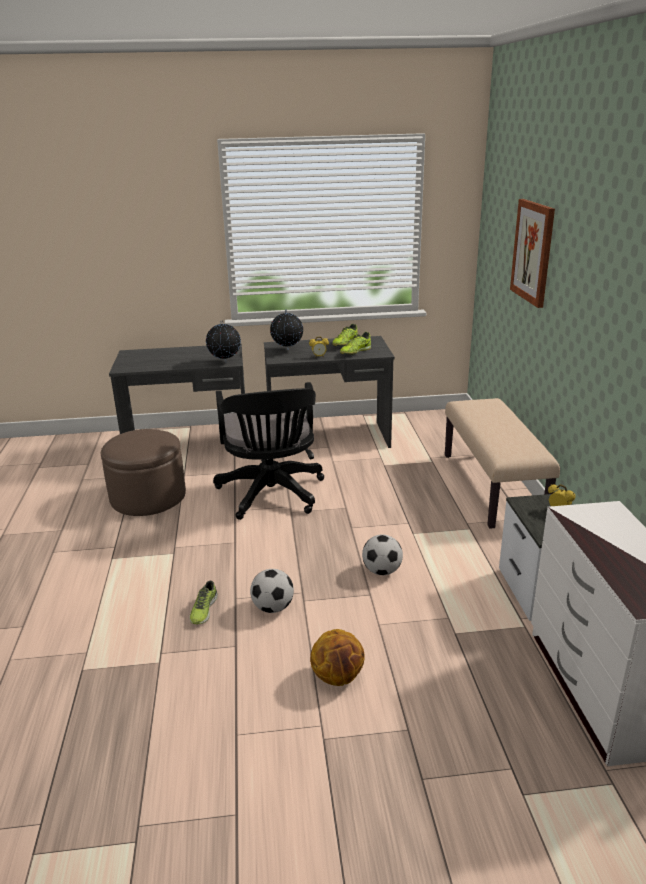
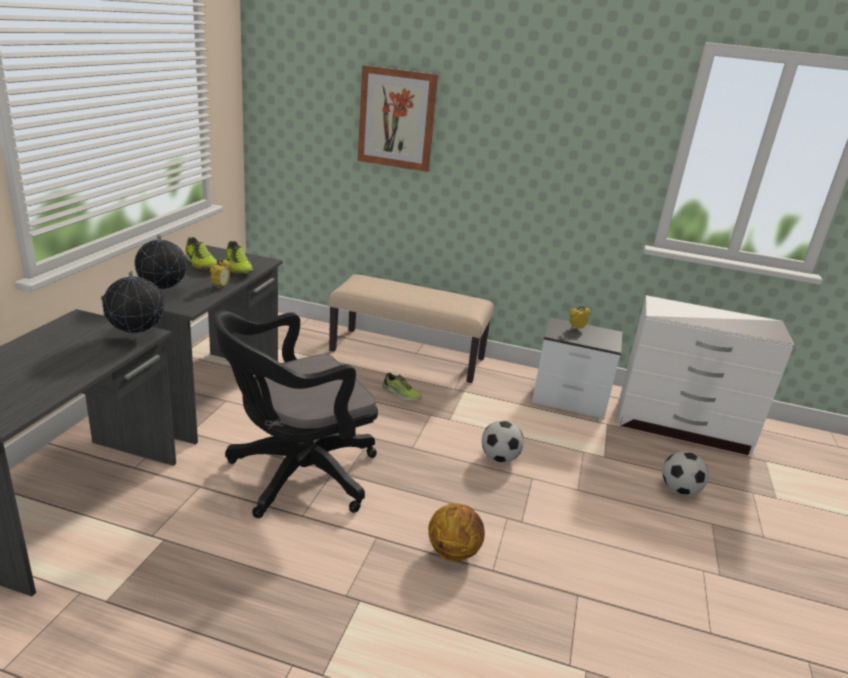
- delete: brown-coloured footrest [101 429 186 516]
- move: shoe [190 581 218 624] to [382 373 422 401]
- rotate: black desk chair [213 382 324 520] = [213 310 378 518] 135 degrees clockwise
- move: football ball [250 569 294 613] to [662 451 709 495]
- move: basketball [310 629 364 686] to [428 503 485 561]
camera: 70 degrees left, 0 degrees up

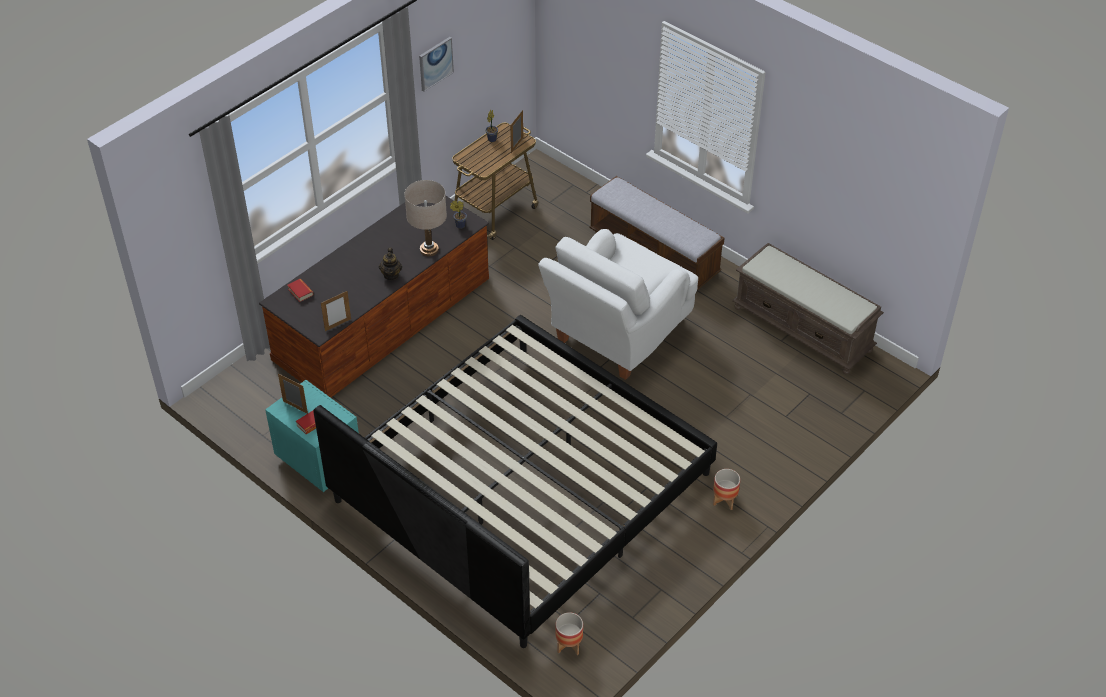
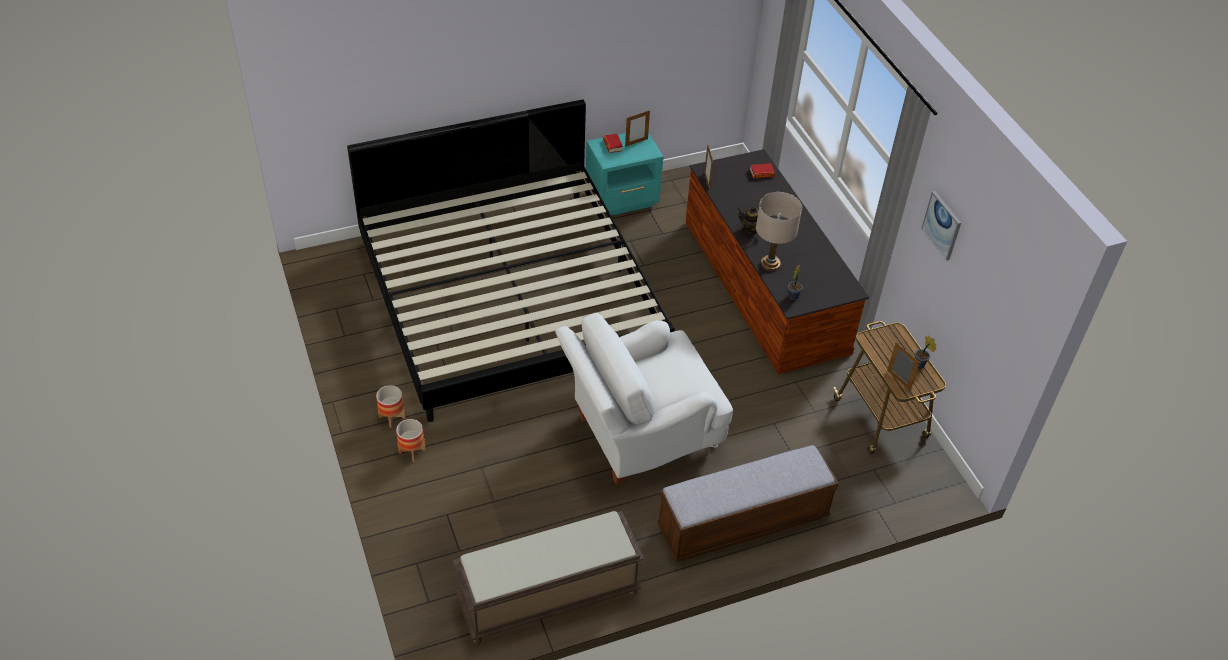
- rotate: whitish lounge chair [538 229 698 380] = [555 313 733 485] 90 degrees counterclockwise
- move: planter [555 612 583 655] to [396 419 426 462]
camera: 115 degrees right, 0 degrees up

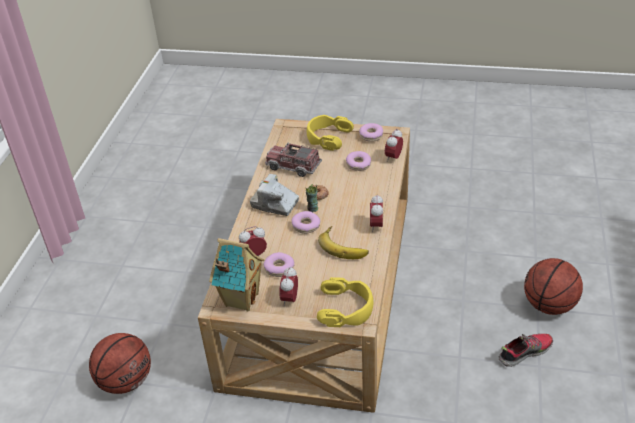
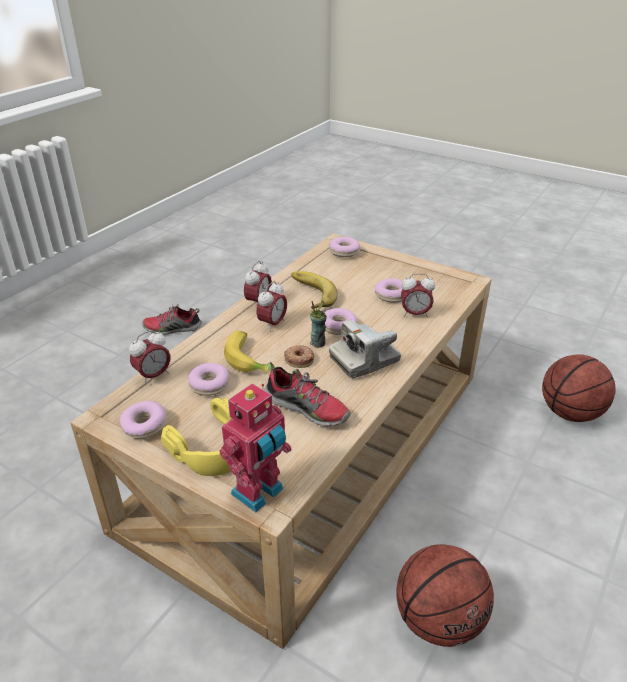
- delete: toy house [209 238 264 312]
- rotate: photo camera [250 174 299 216] = [329 320 401 378] 105 degrees clockwise
- replace: model truck [265 143 322 177] to shoe [264 362 351 426]
- move: bedside clock [279 266 298 305] to [256 281 287 332]
- replace: yellow-coloured headphones [317 277 373 327] to ring doughnut [329 237 360 257]
- move: basketball [524 258 583 315] to [396 544 494 647]
- insert: toy robot [219 384 292 512]
- insert: whole banana [224 331 267 373]
camera: 160 degrees left, 5 degrees down

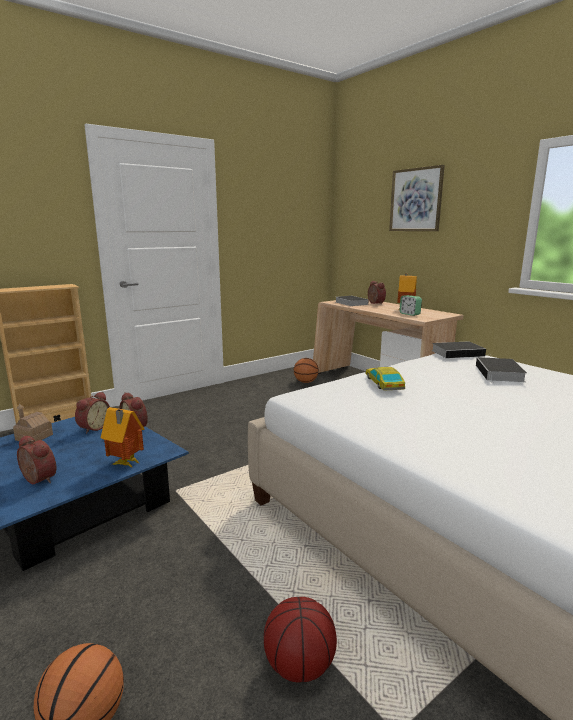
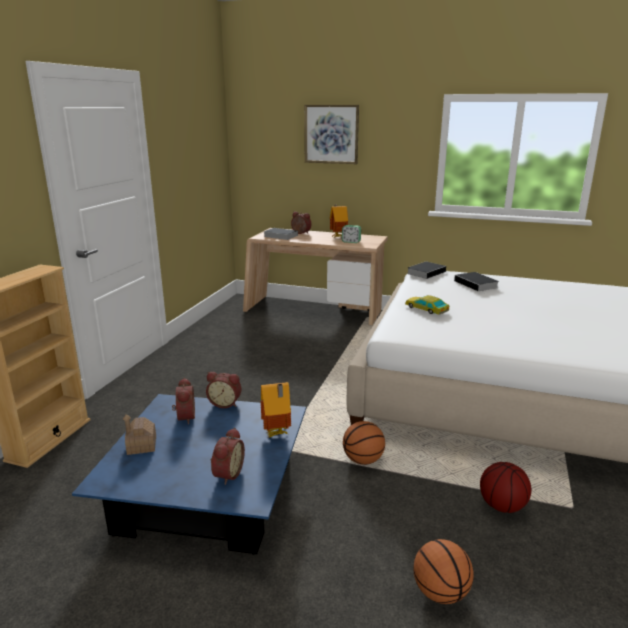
- rotate: bedside clock [17 435 57 484] = [211 428 245 485] 105 degrees clockwise
- move: basketball [294 358 319 383] to [343 421 385 465]
camera: 35 degrees left, 5 degrees up

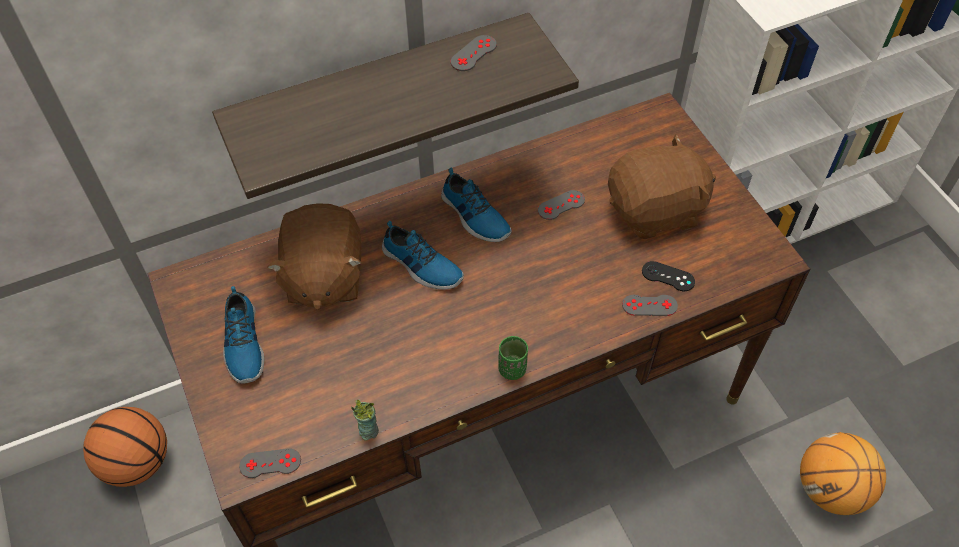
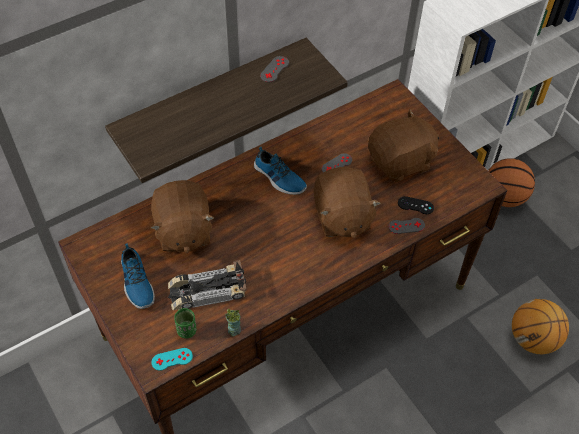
- move: basketball [83 407 167 487] to [488 158 535 207]
- recolor: gray game controller [239 448 301 478] to turquoise game controller [152 348 193 371]
- delete: shoe [382 221 464 289]
- move: green-coloured cup [498 336 528 380] to [174 308 196 339]
- insert: miniature car [168 260 246 310]
- insert: brown-coloured soft toy [313 167 381 238]
camera: 10 degrees left, 0 degrees up

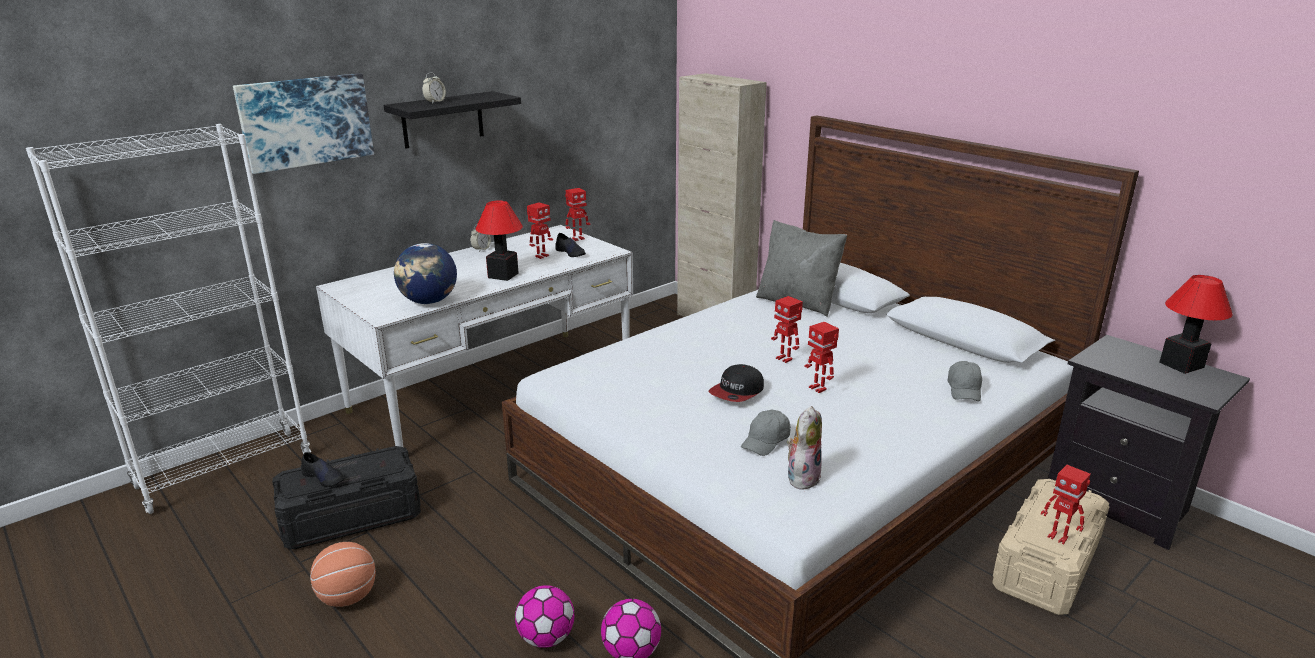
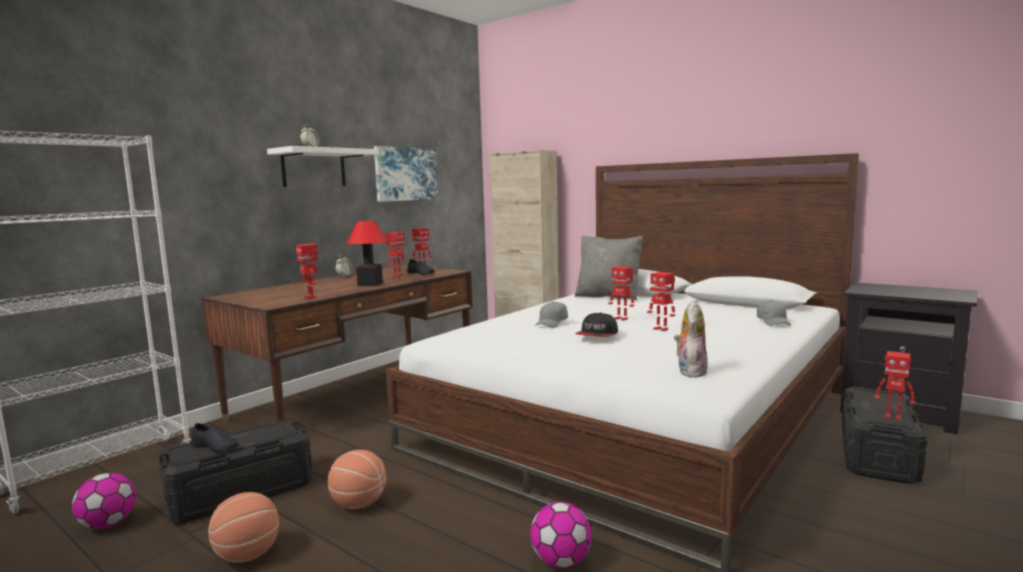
- move: picture [233 73 374 174] to [374 146 438 202]
- recolor: whitish desk unit [316 225 633 447] to brown-coloured desk unit [201 265 473 422]
- recolor: black shelf [384 91 521 149] to whitish shelf [267 146 379 187]
- replace: globe [394 243 457 304] to toy robot [296 244 318 299]
- move: football ball [515 585 575 648] to [72 473 136 529]
- move: gray peaked cap [741 410 791 456] to [535 301 568 328]
- recolor: beige storage container [992 479 1109 615] to black storage container [842 387 927 484]
- delete: lamp for a table [1159 275 1233 374]
- insert: basketball [328 450 386 509]
camera: 10 degrees left, 15 degrees down

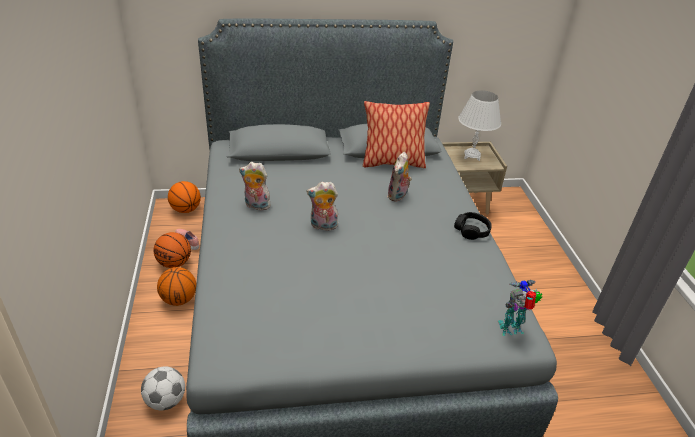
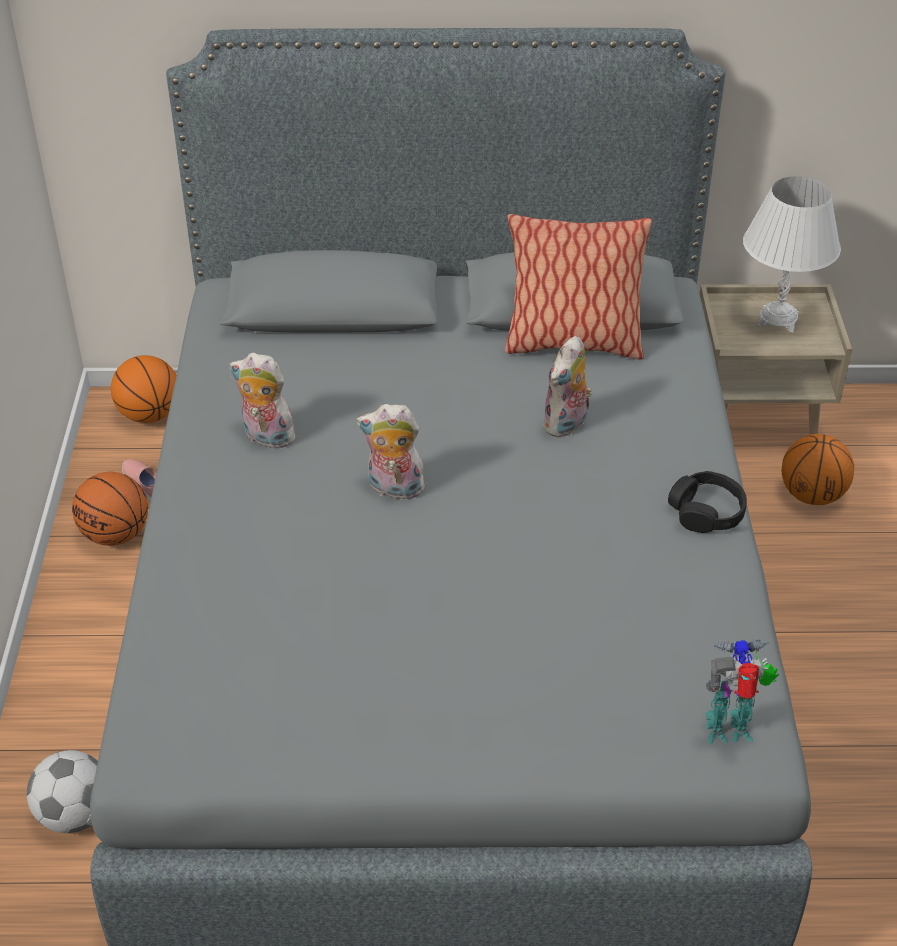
- move: basketball [157 267 196 306] to [781 434 854 505]
camera: 10 degrees right, 5 degrees up

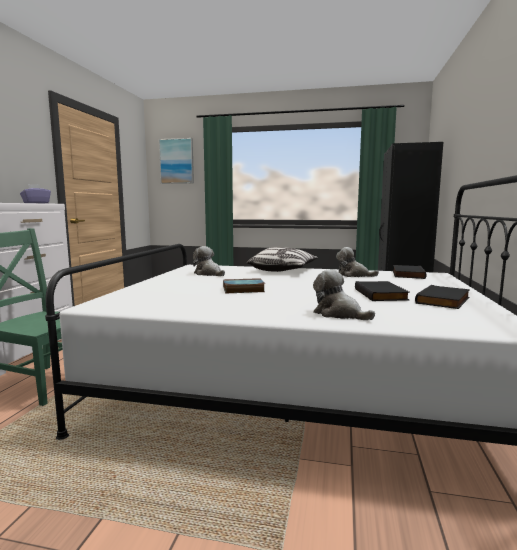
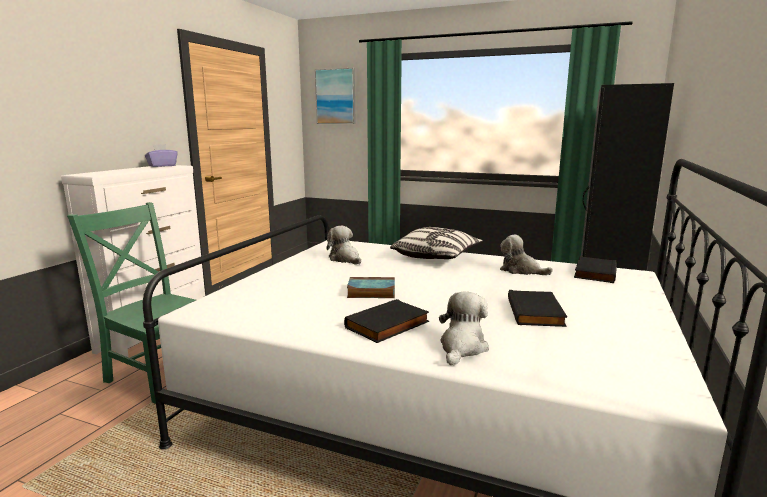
- rotate: soft toy [313 269 375 320] = [439 291 489 366] 60 degrees clockwise
- move: black book [415 285 470 309] to [344 299 429 343]
camera: 10 degrees right, 5 degrees up

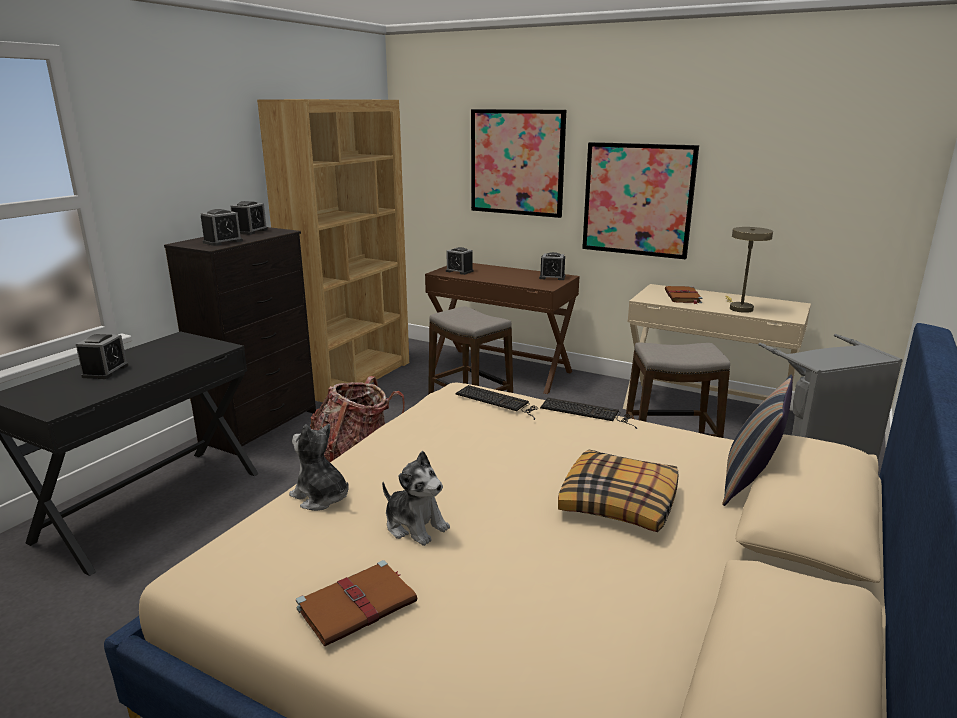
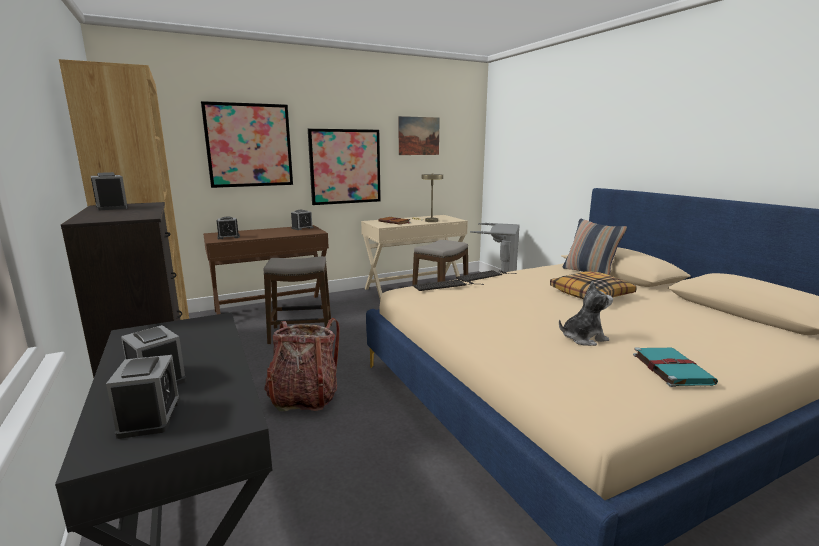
- move: bedside clock [201 209 243 246] to [106 355 180 439]
- delete: soft toy [289 424 349 511]
- recolor: brown-coloured book [296 560 417 646] to turquoise book [633 347 718 387]
- insert: picture [398 116 440 155]
camera: 55 degrees left, 5 degrees down

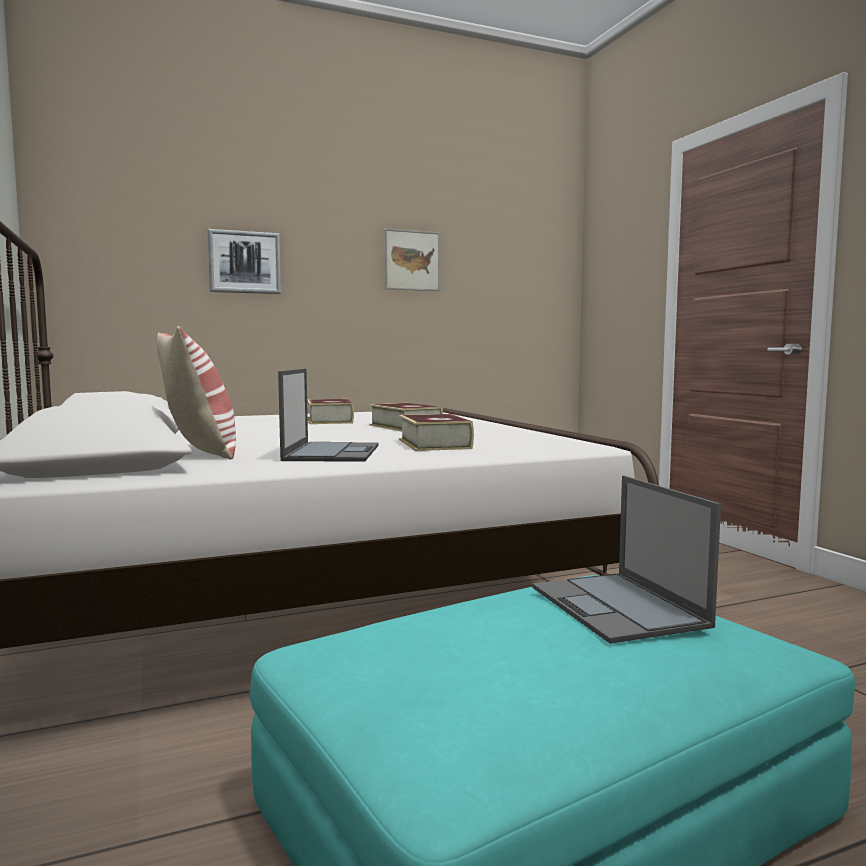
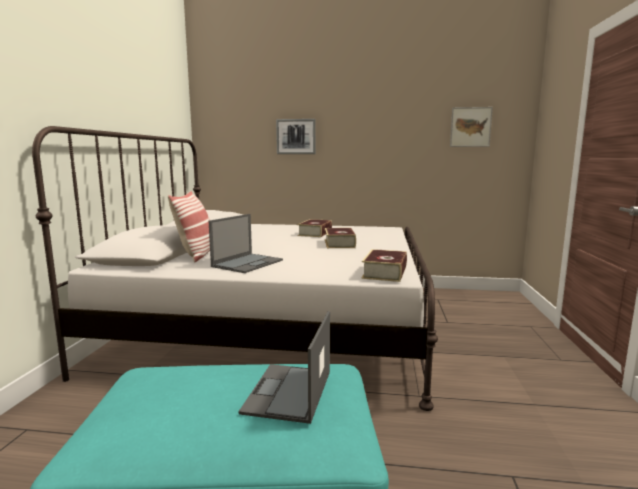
- move: picture [384 229 440 291] to [450 107 493 147]
- move: book [399 414 474 451] to [361 249 407 282]
camera: 30 degrees right, 5 degrees up

